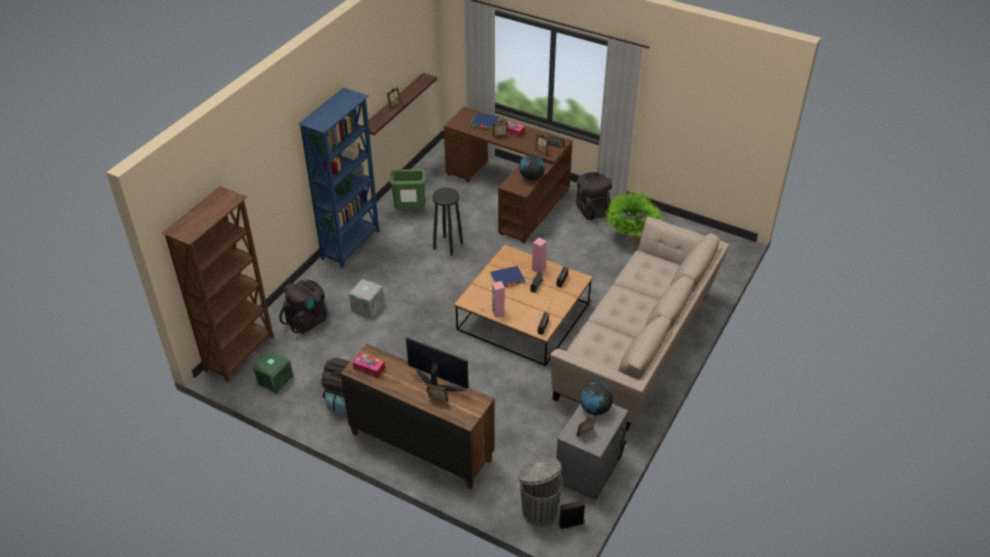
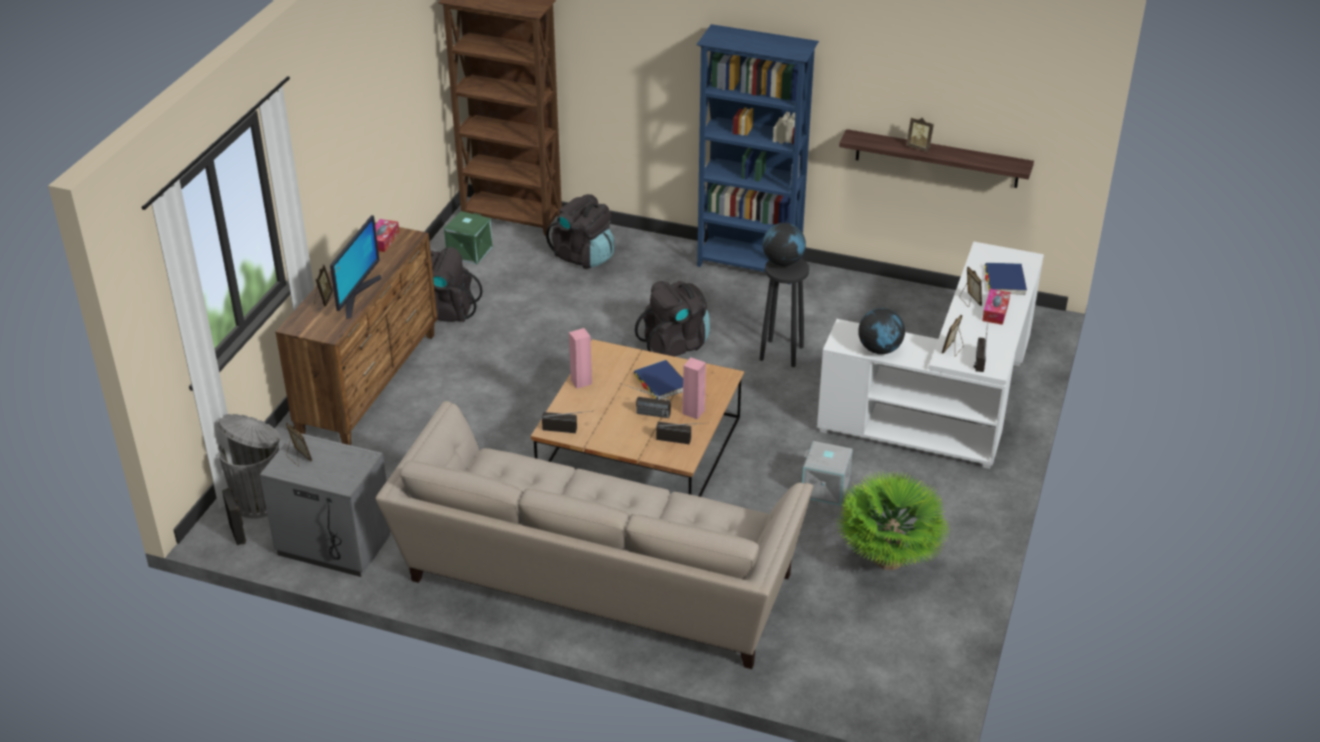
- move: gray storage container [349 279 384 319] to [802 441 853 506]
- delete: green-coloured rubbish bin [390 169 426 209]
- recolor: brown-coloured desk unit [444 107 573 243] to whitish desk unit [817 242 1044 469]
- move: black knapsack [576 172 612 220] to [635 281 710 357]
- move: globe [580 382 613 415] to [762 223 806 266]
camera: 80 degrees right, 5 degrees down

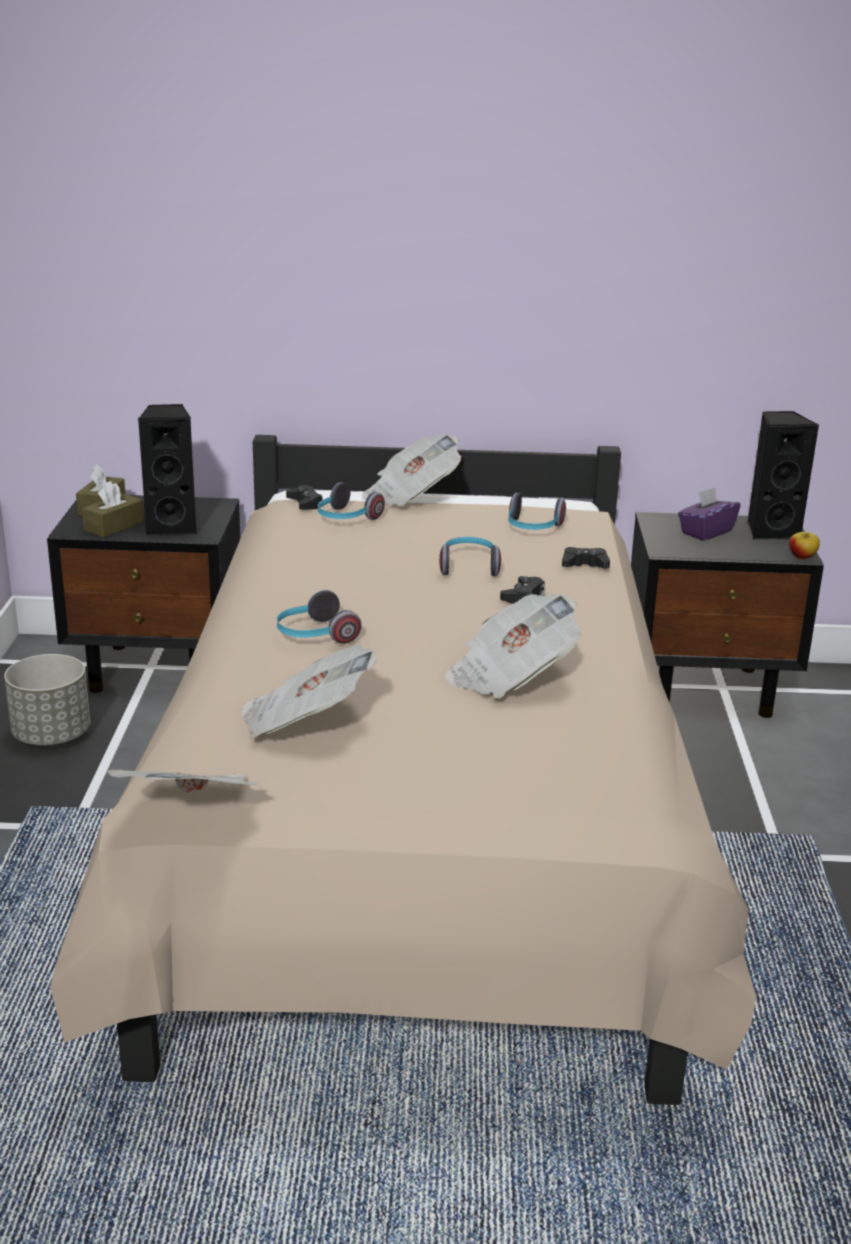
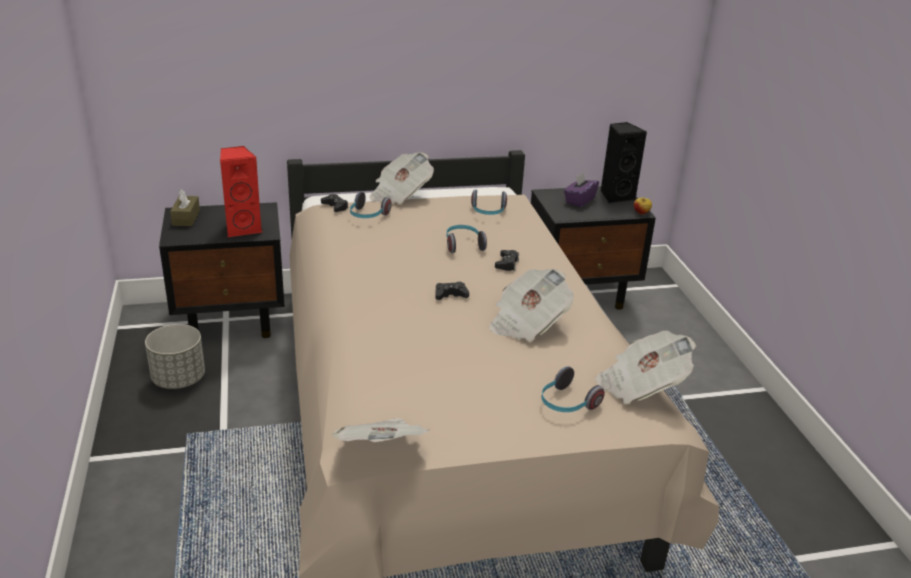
- delete: brown-coloured tissue holder [82 481 144 537]
- recolor: black loudspeaker [137 404 197 536] to red-coloured loudspeaker [220 146 262 237]
- move: newspaper [241 644 377 739] to [595 331 696 404]
- move: headphones [277 590 362 644] to [541 366 605 412]
- move: black game controller [562 547 610 569] to [436 282 469 300]
camera: 15 degrees left, 5 degrees up

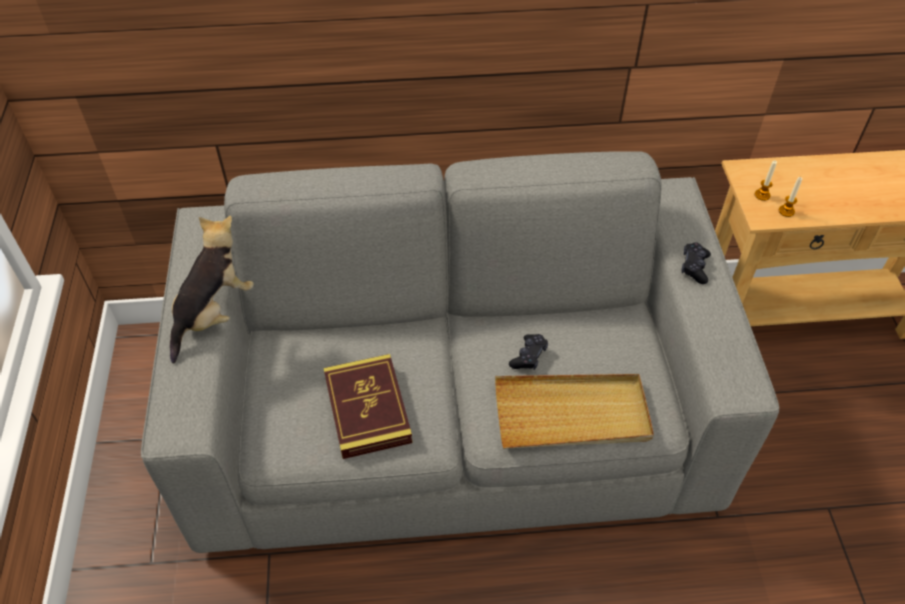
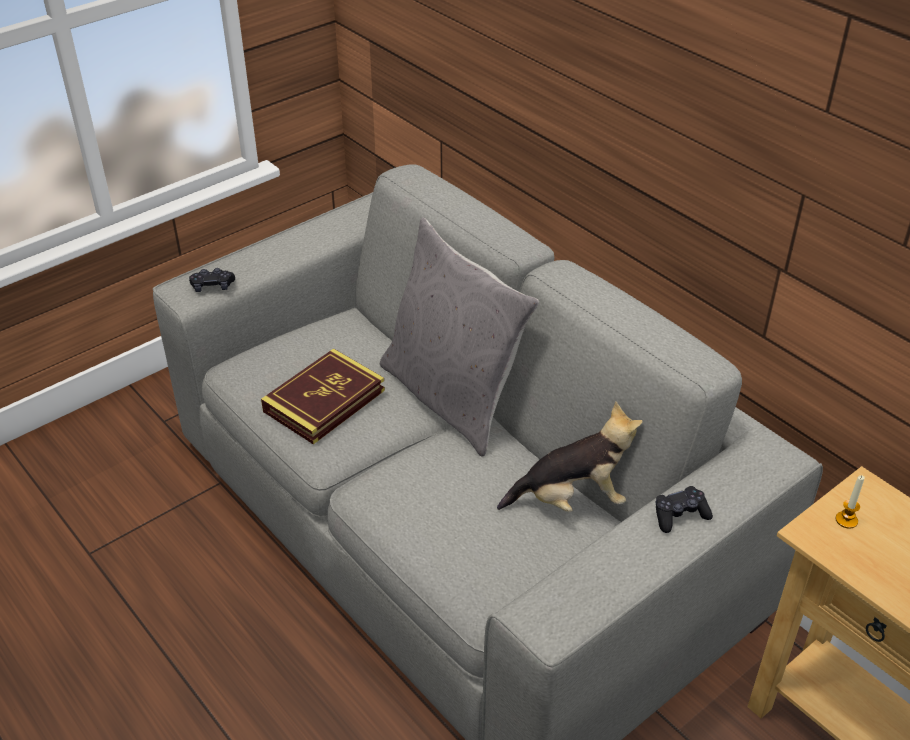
- move: soft toy [170 216 254 363] to [497 401 642 512]
- delete: beige tray [495 374 654 449]
- move: black game controller [509 334 548 370] to [189 268 235 292]
- delete: wax candle [779 177 802 217]
- insert: gray pillow [380 218 539 457]
camera: 55 degrees right, 10 degrees down

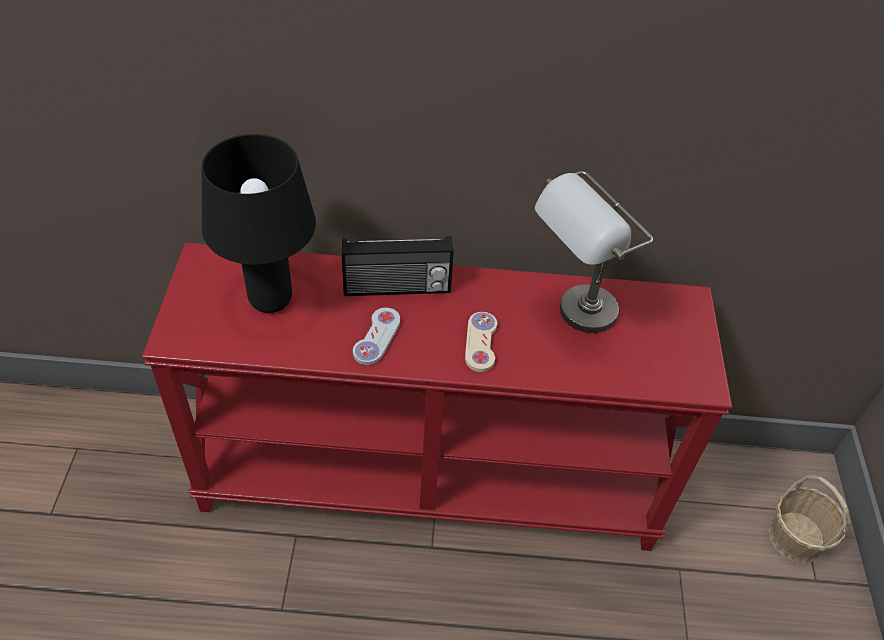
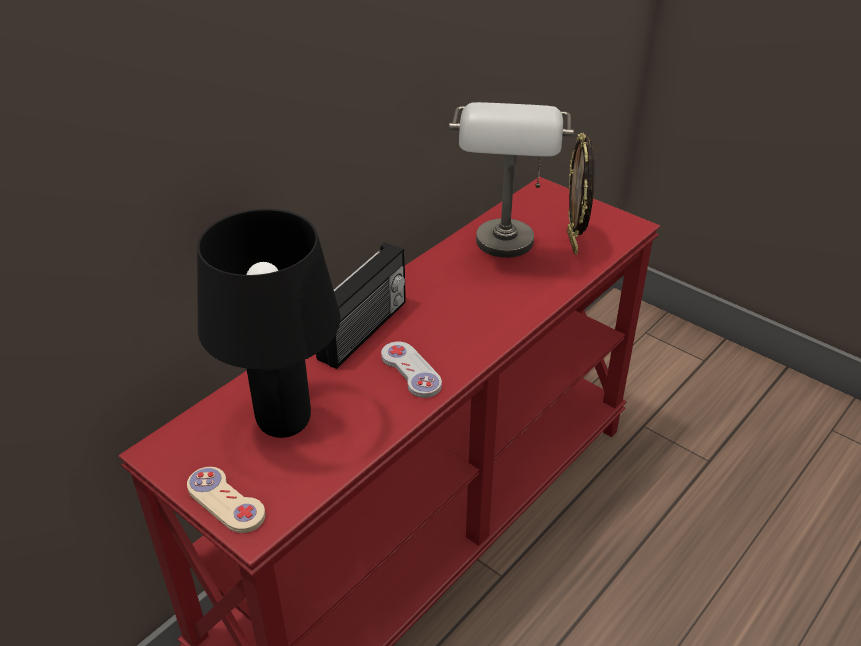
- move: beige game controller [465 312 497 372] to [187 467 265 533]
- delete: household basket [768 474 851 563]
- insert: photo frame [567 132 595 255]
camera: 50 degrees left, 10 degrees down

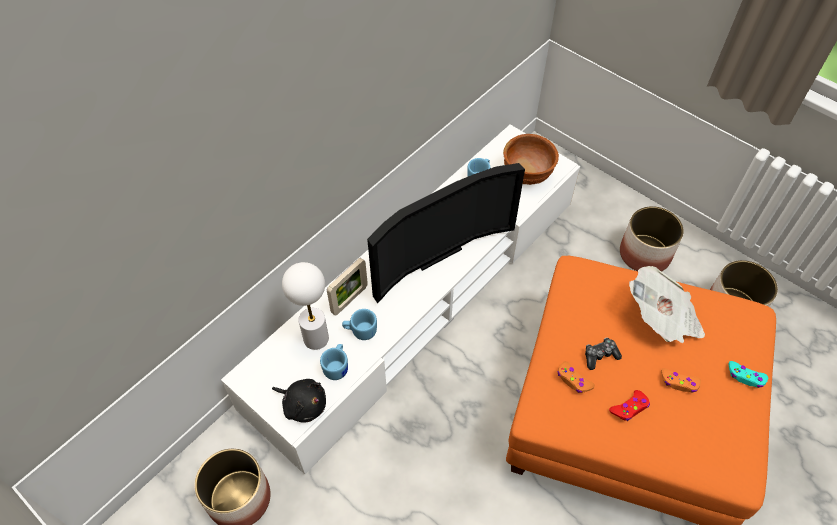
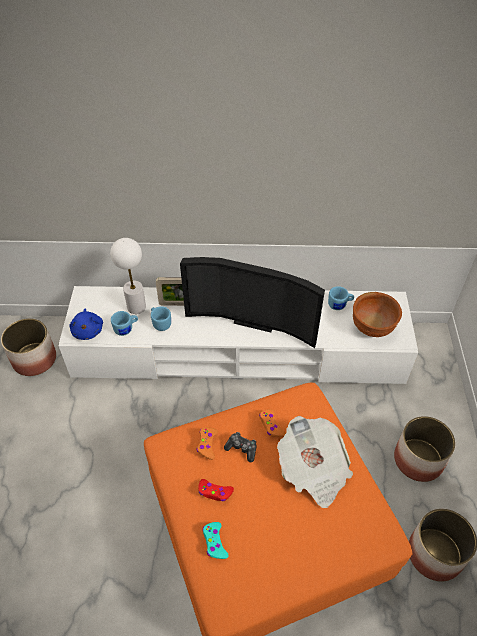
- recolor: black soft toy [272 379 326 423] to bluish soft toy [69 308 103 340]
- move: orange game controller [661 368 701 393] to [259 409 286 437]
- move: turquoise game controller [729 361 768 388] to [203 522 228 559]
camera: 50 degrees right, 5 degrees down

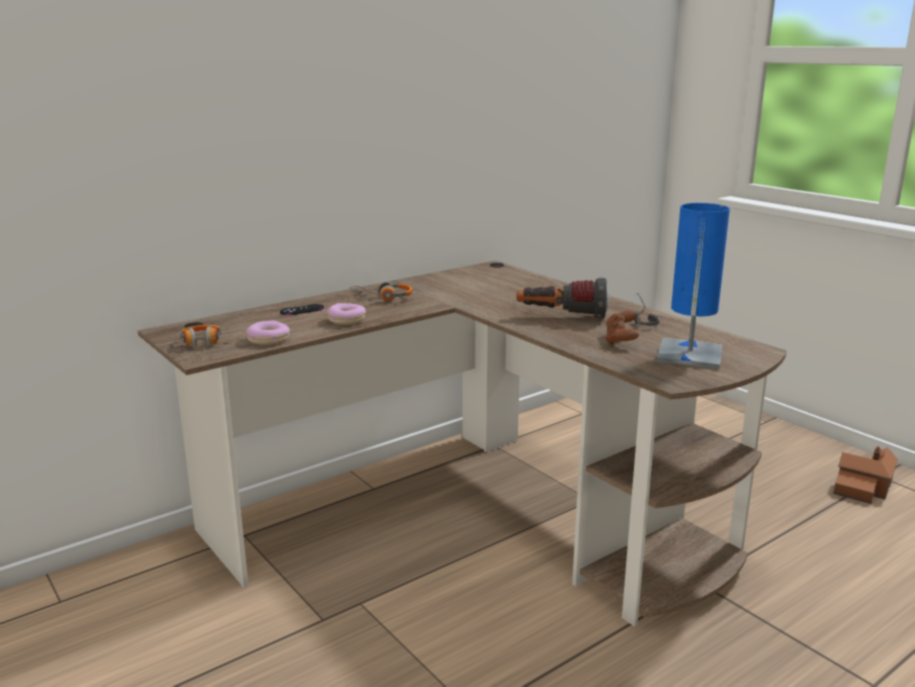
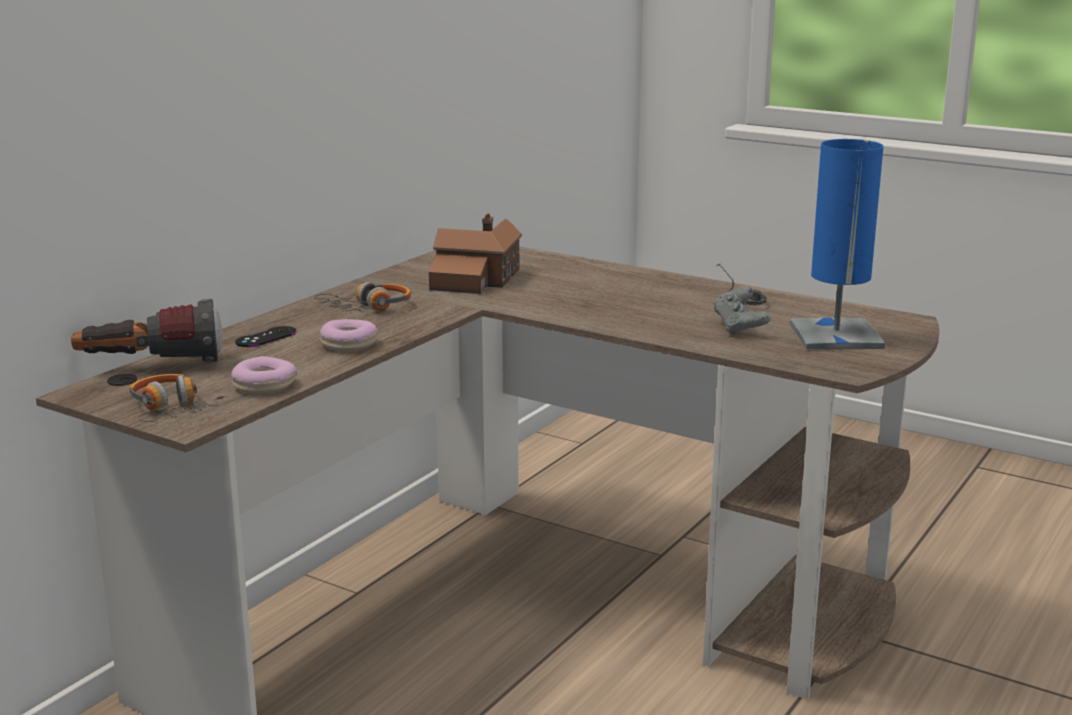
- move: hand torch [516 278 610 319] to [71 299 223 363]
- recolor: brown-coloured game controller [606 310 639 345] to gray game controller [713 287 771 335]
- move: toy house [833 446 898 504] to [429 214 522 294]
camera: 20 degrees left, 0 degrees up

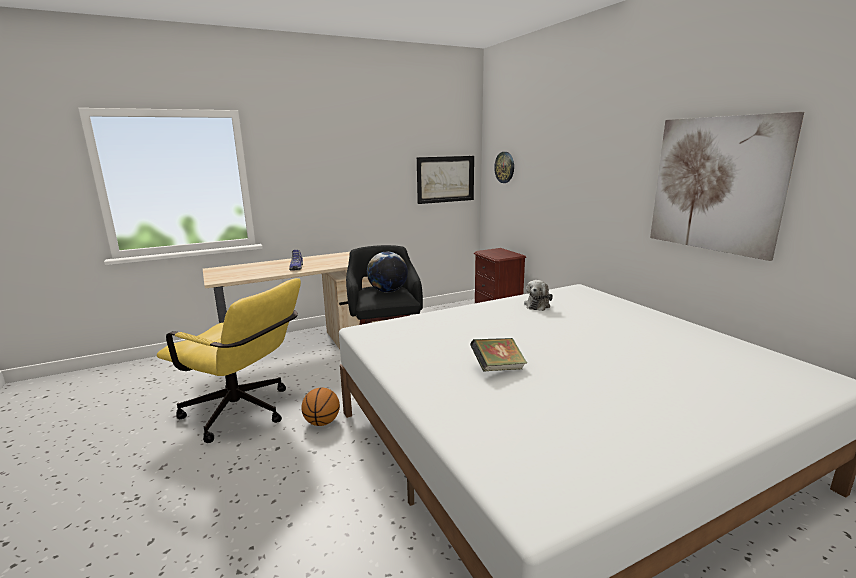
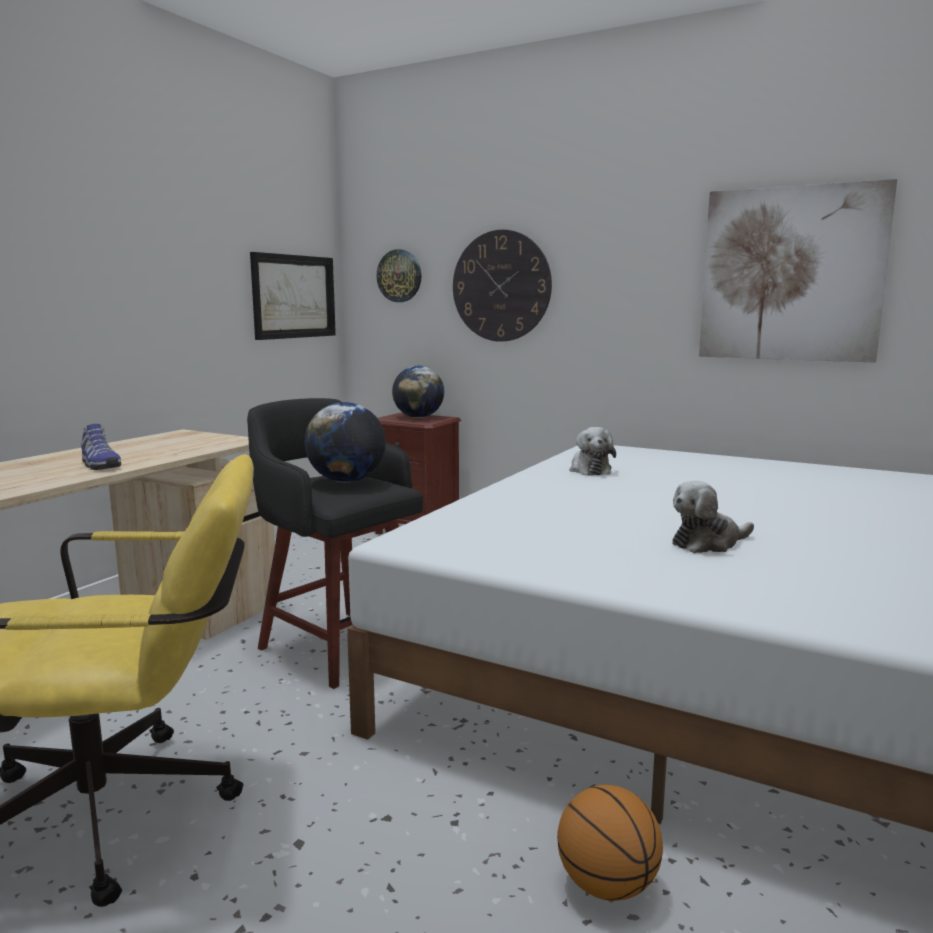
- move: basketball [301 387 340 426] to [557 785 663 901]
- replace: book [470 338 527 371] to soft toy [672 480 754 553]
- insert: globe [392 366 444 418]
- insert: hanging clock [453 230 552 342]
camera: 35 degrees left, 5 degrees down

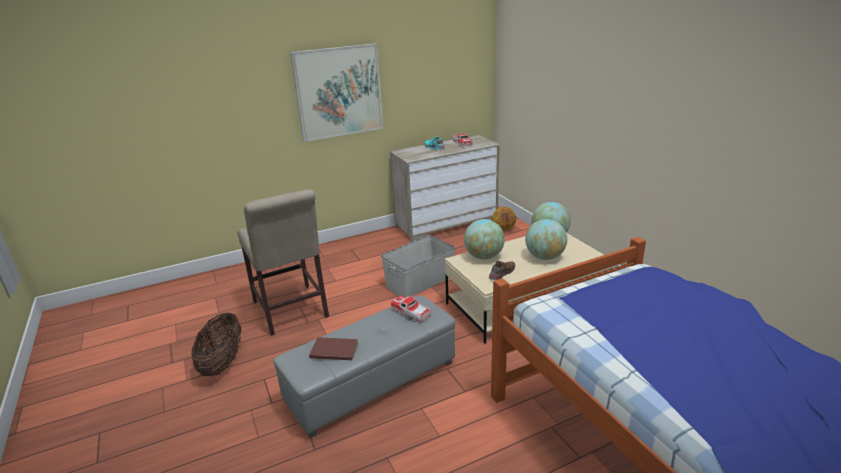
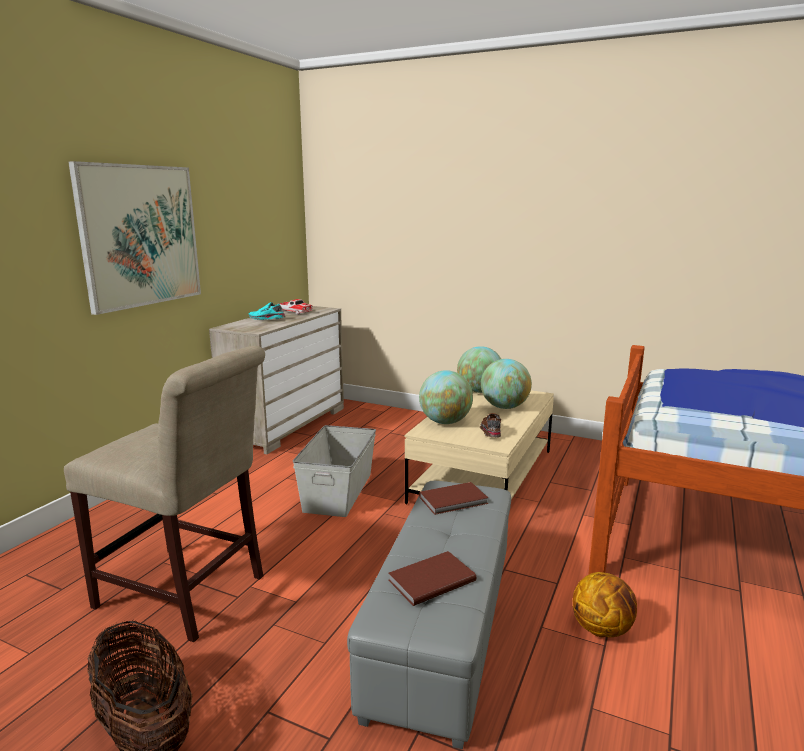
- replace: miniature car [391 296 431 322] to brown-coloured book [419 482 488 515]
- move: basketball [492 207 516 230] to [573 572 637 637]
camera: 40 degrees left, 10 degrees down

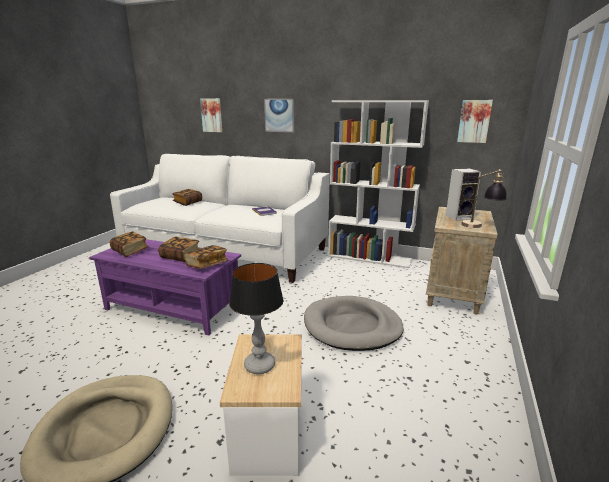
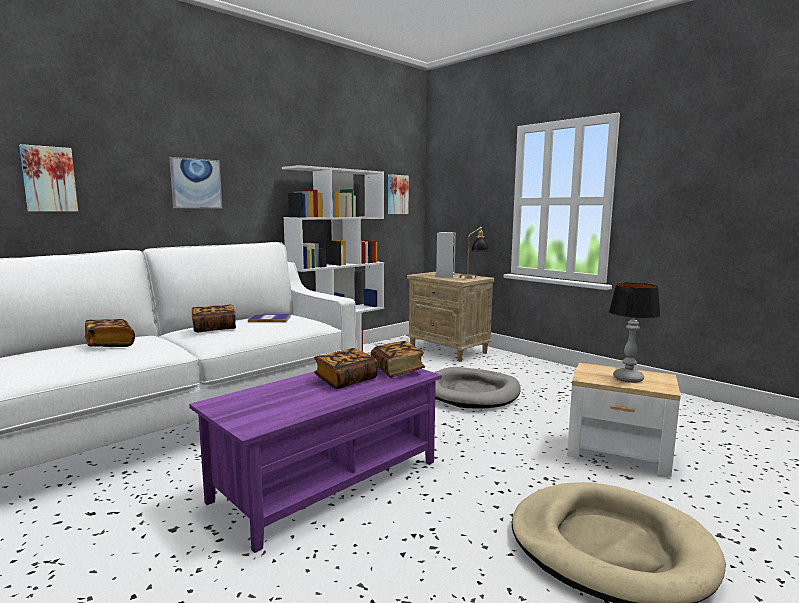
- move: book [110 231 149 257] to [192 305 236 332]
camera: 65 degrees left, 10 degrees down

